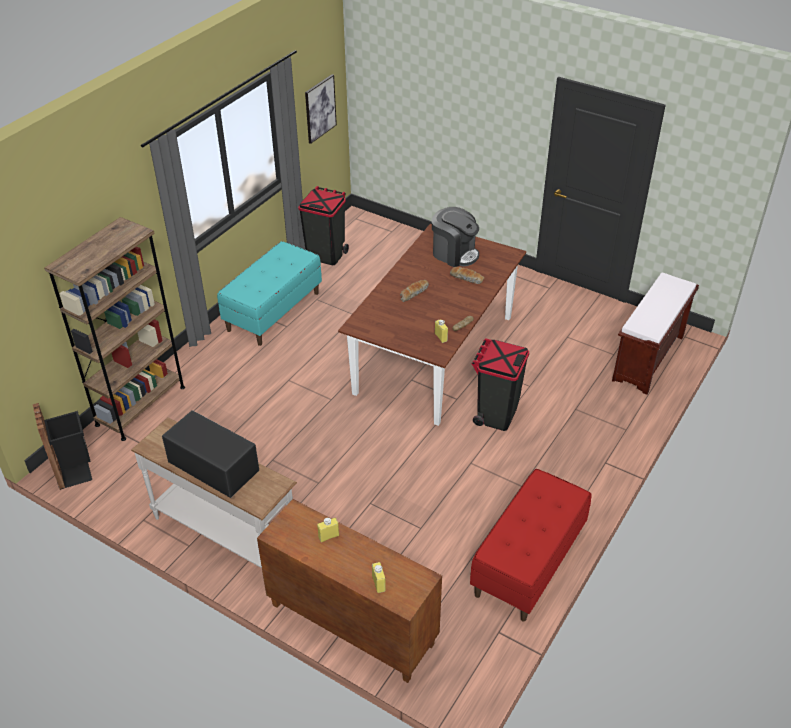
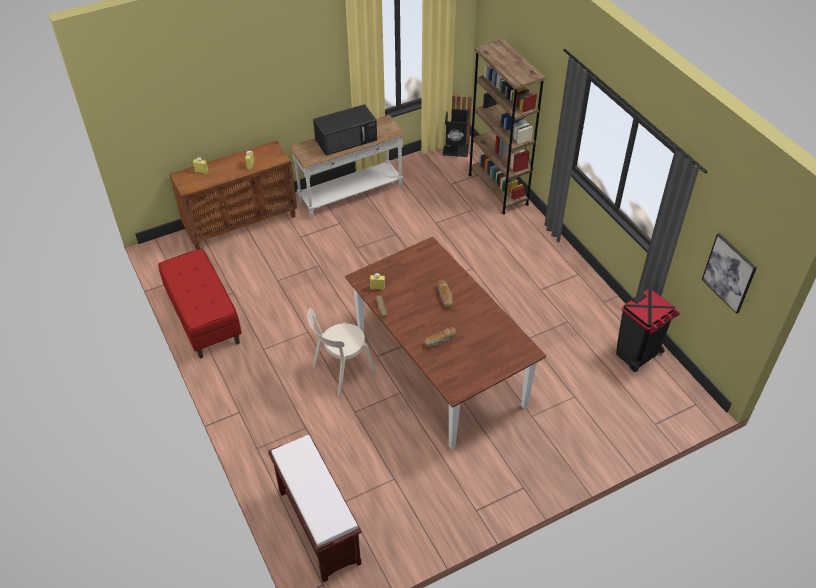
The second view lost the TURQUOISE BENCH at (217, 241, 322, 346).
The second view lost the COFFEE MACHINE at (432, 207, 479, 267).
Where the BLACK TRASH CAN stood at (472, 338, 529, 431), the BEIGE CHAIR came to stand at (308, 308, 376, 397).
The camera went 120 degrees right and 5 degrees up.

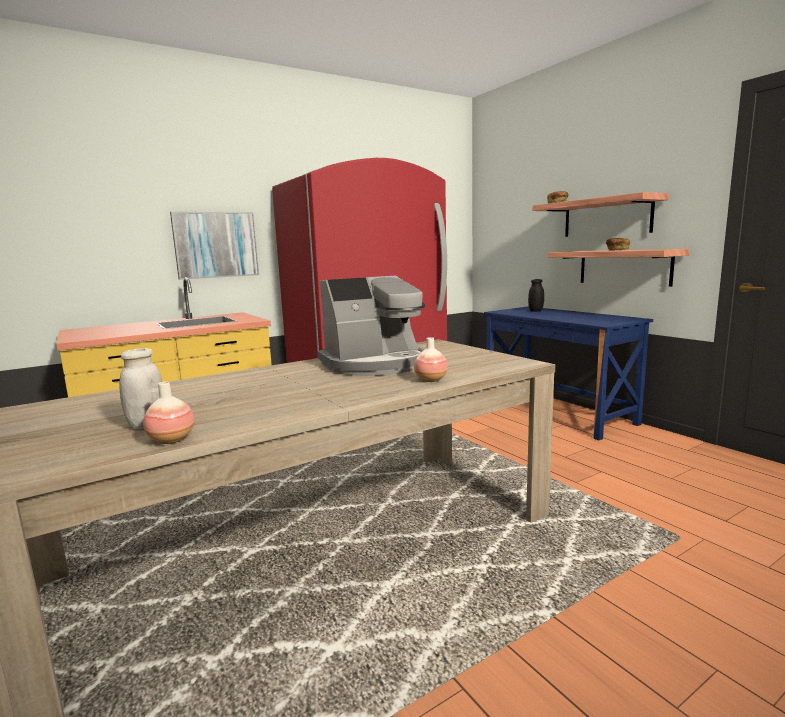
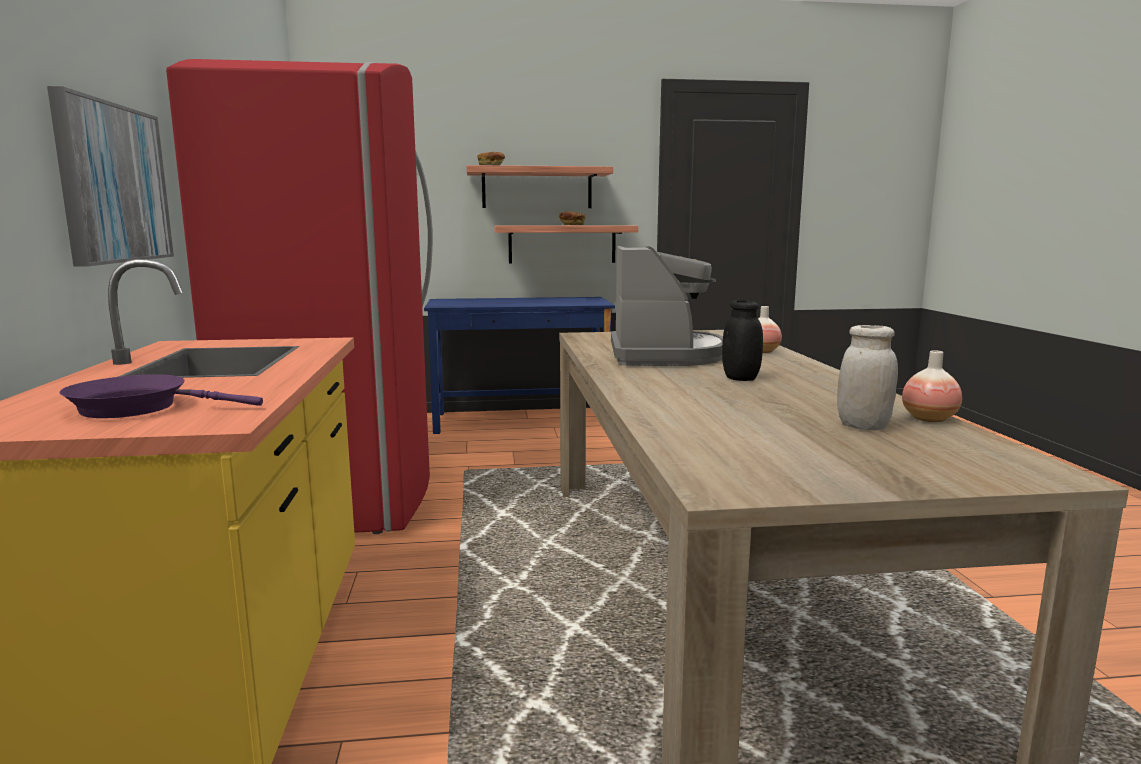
The second view gained the PURPLE FRYING PAN at (59, 374, 263, 418).
The BLACK JAR ended up elsewhere, having gone from (528, 279, 544, 312) to (722, 300, 763, 381).
The camera went 65 degrees left and 0 degrees up.

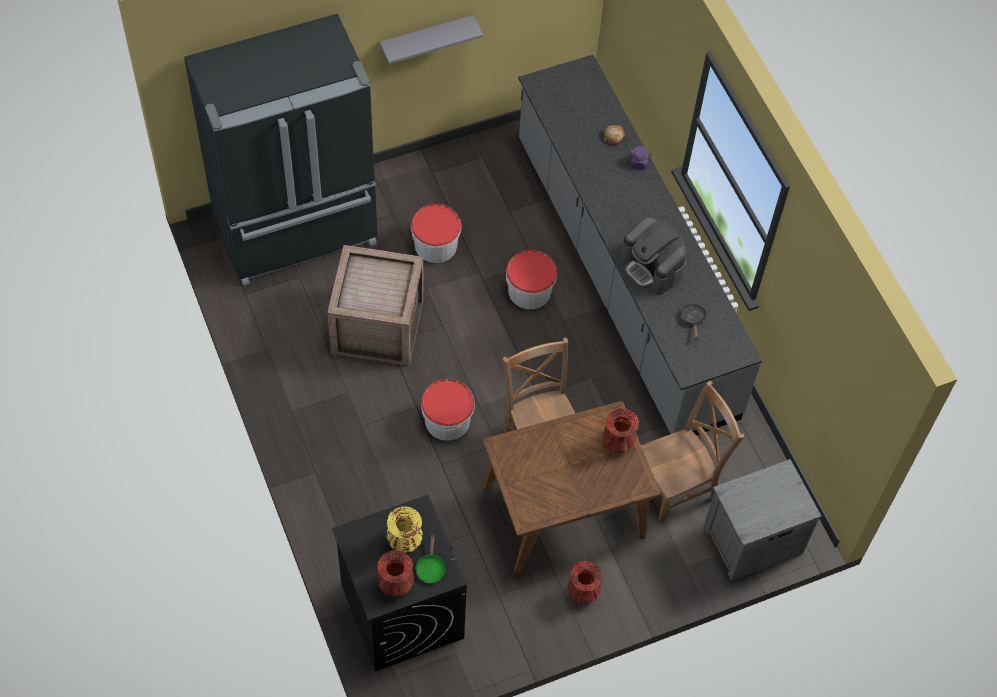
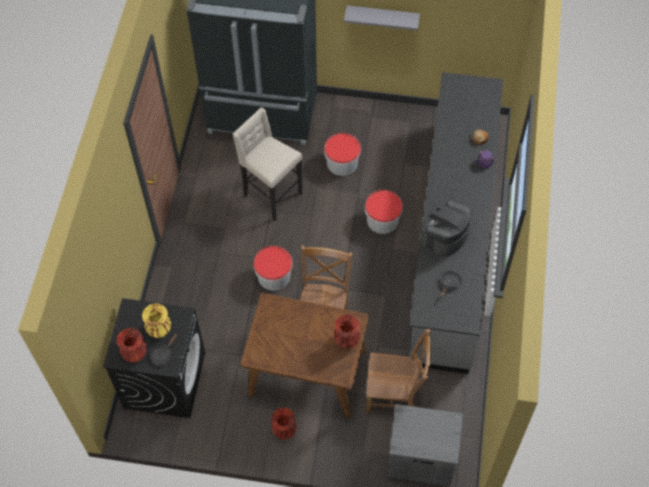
Where the CRATE stood at (327, 245, 423, 366), the BEIGE STOOL came to stand at (233, 107, 302, 221).
What was the GREEN FRYING PAN at (416, 533, 445, 583) turned into the BLACK FRYING PAN at (150, 334, 177, 366).
The COFFEE MACHINE at (620, 217, 687, 295) ended up facing another way, 45 degrees clockwise from before.
The camera went 35 degrees right and 0 degrees up.

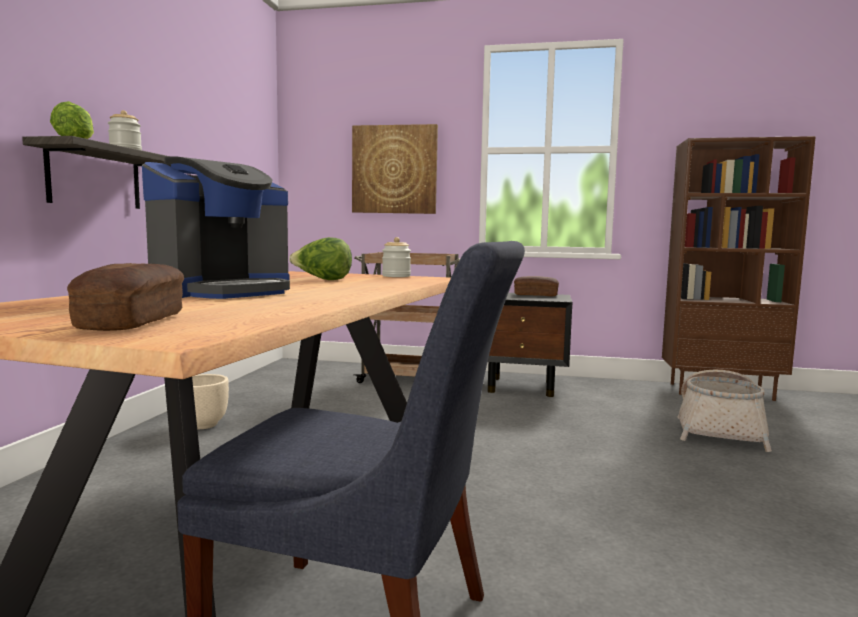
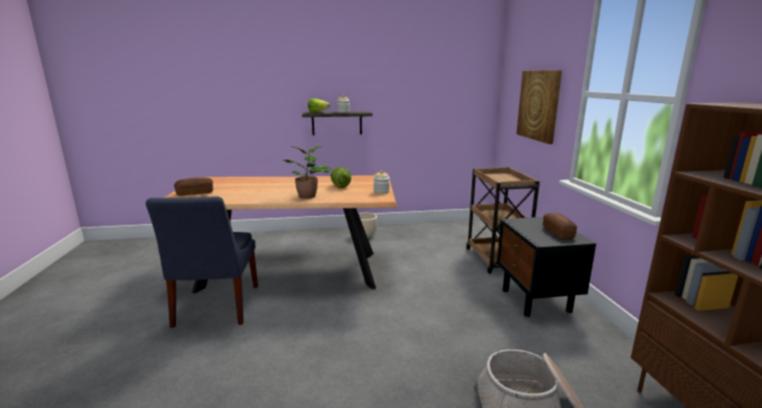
The second view lost the COFFEE MACHINE at (142, 156, 290, 299).
The second view gained the POTTED PLANT at (283, 146, 331, 199).
The camera went 70 degrees right and 10 degrees up.

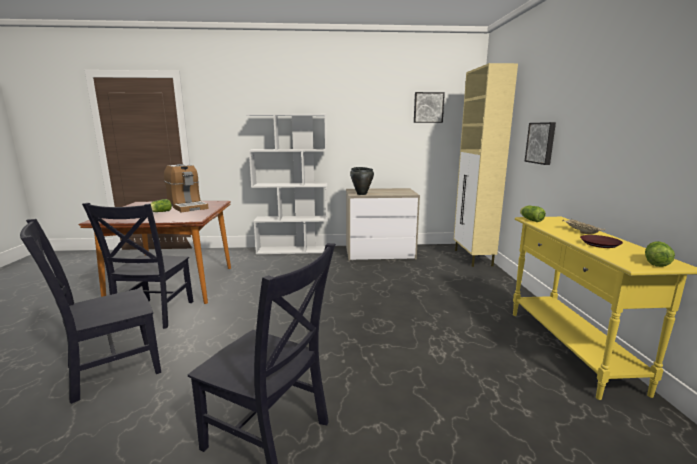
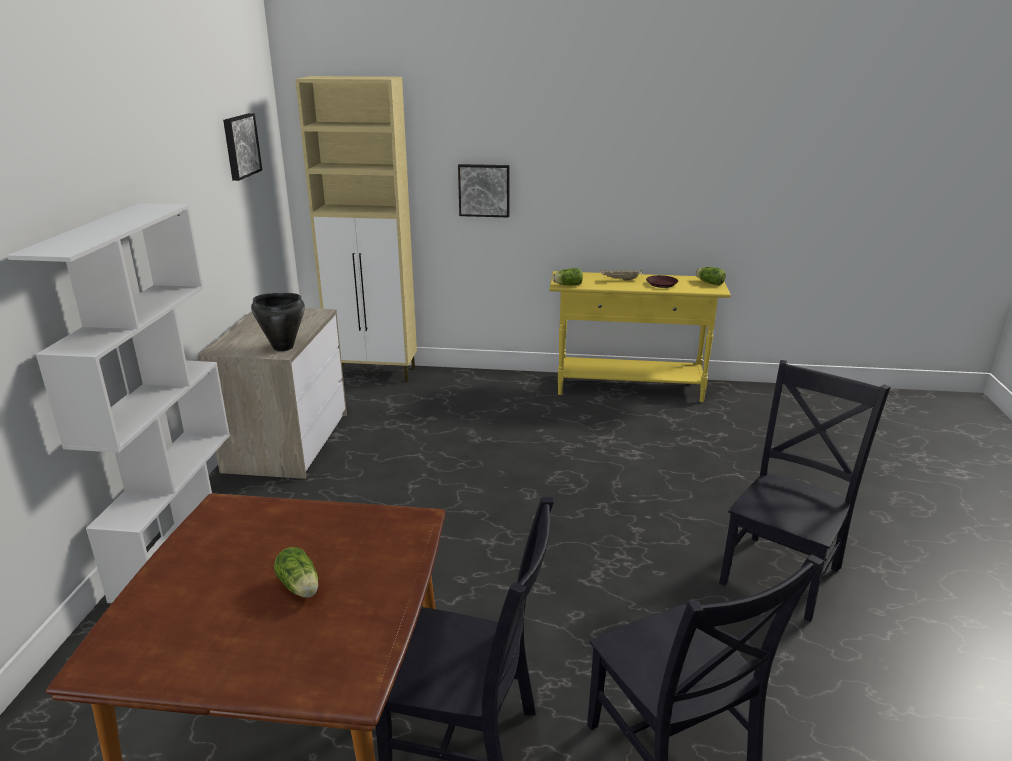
The second view lost the COFFEE MACHINE at (164, 164, 209, 212).
The camera went 80 degrees left and 10 degrees up.

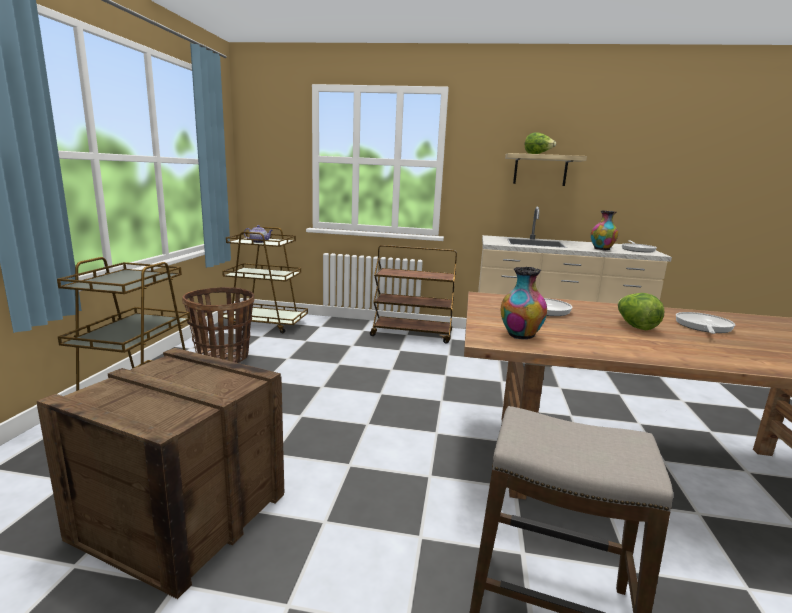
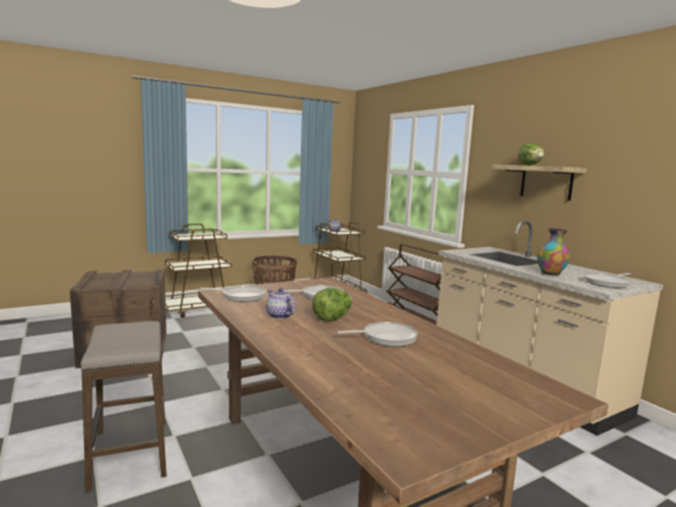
The second view gained the TEAPOT at (266, 288, 295, 319).
Where the VASE stood at (501, 267, 547, 340), the FRYING PAN came to stand at (200, 286, 266, 302).
The camera went 50 degrees right and 5 degrees down.

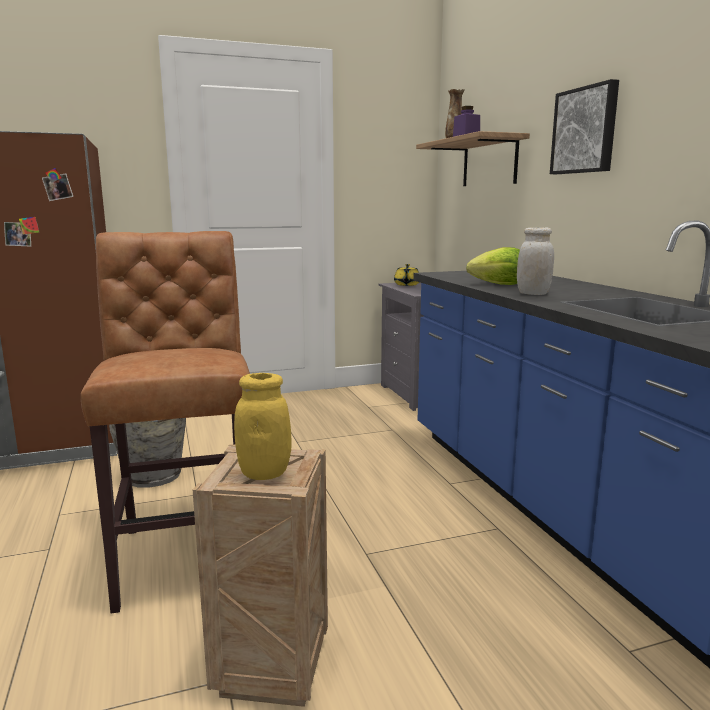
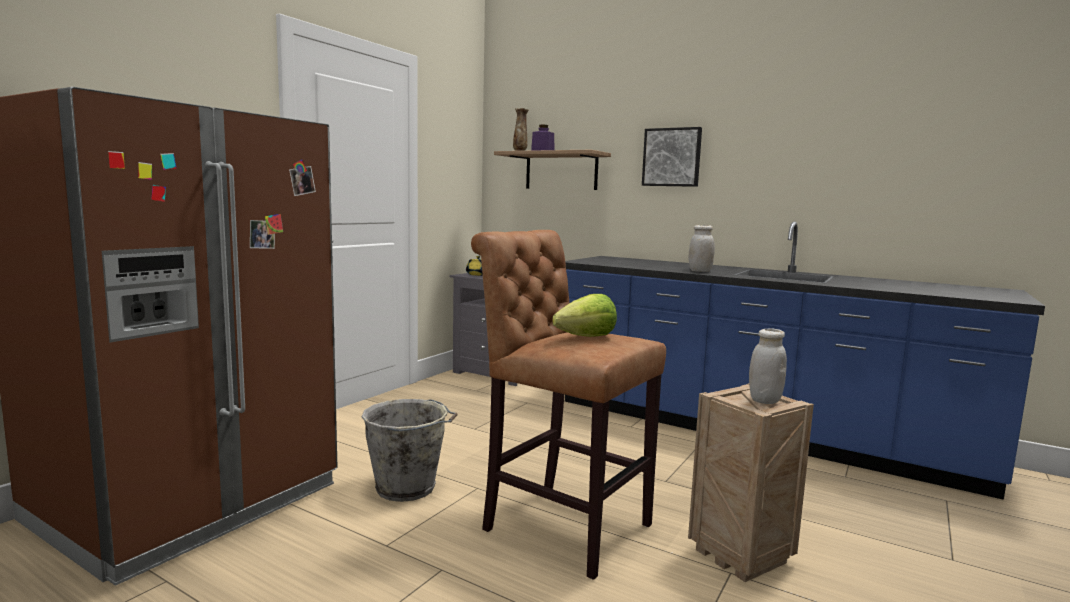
The LETTUCE ended up elsewhere, having gone from (466, 247, 520, 285) to (552, 294, 617, 337).
What was the YELLOW JAR at (234, 373, 292, 480) turned into the WHITE JAR at (749, 328, 787, 404).
The camera went 40 degrees left and 5 degrees down.

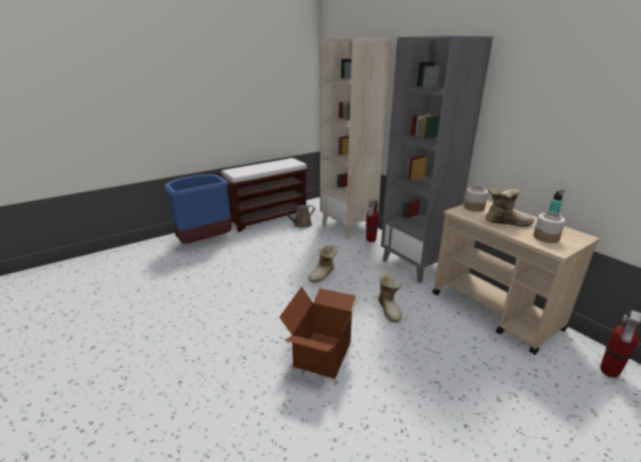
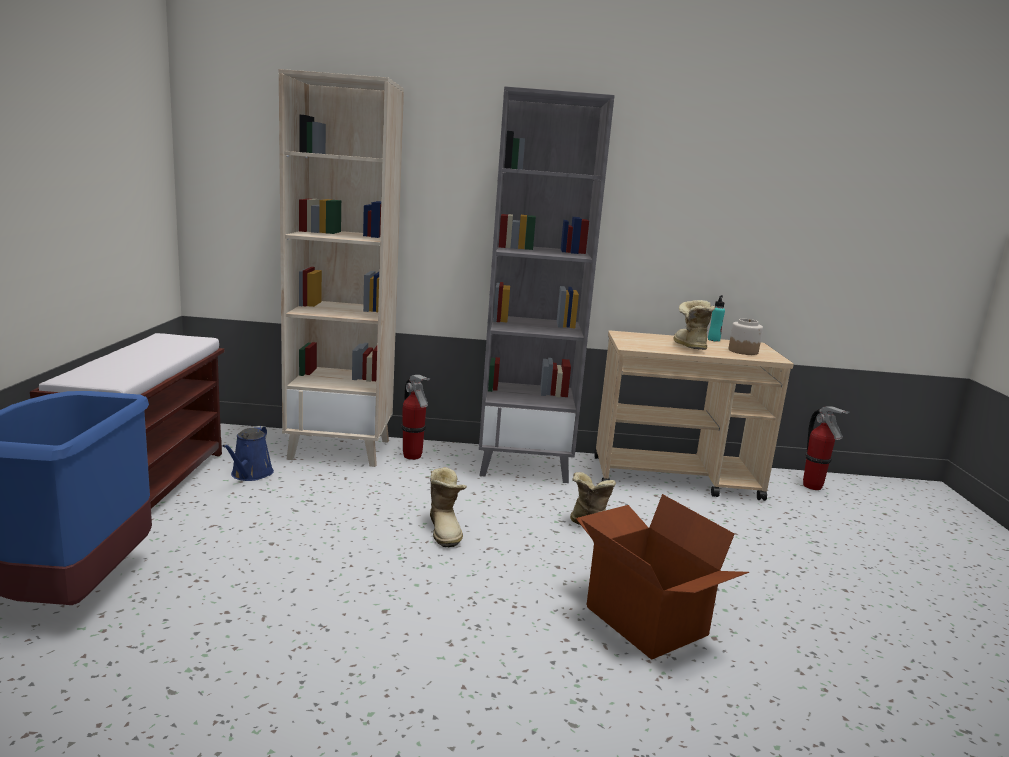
The second view lost the JAR at (464, 185, 488, 212).
What was the BROWN WATERING CAN at (279, 205, 315, 228) turned into the BLUE WATERING CAN at (222, 426, 274, 481).
The BOOT at (485, 188, 534, 227) ended up facing another way, 45 degrees counterclockwise from before.
The camera went 55 degrees left and 10 degrees down.

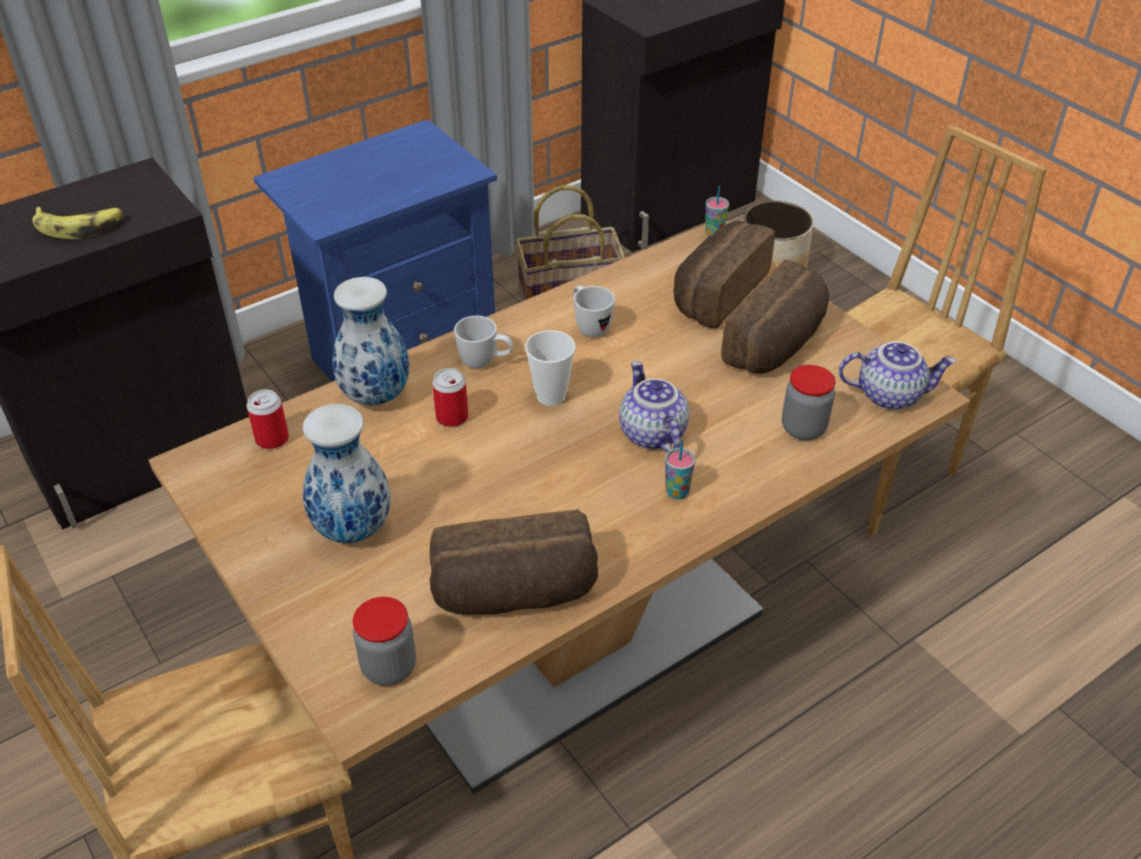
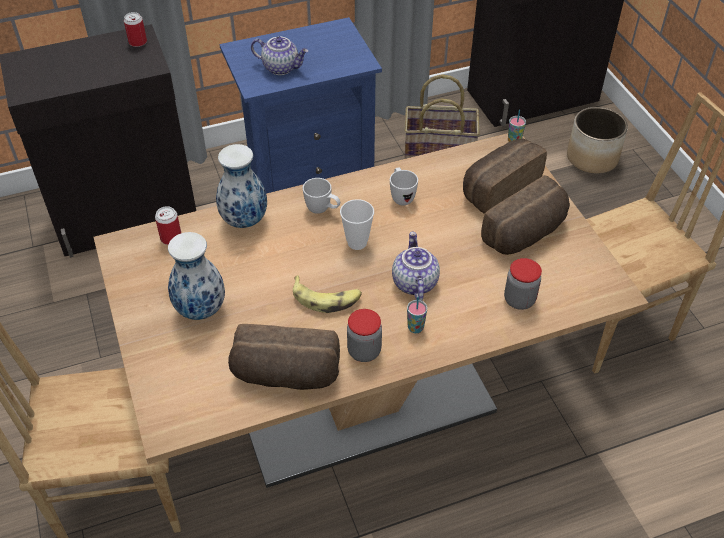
The BANANA ended up elsewhere, having gone from (32, 207, 122, 239) to (293, 275, 362, 313).
The JAR ended up elsewhere, having gone from (353, 597, 416, 686) to (347, 309, 382, 362).
The CAN ended up elsewhere, having gone from (432, 368, 468, 427) to (124, 12, 147, 47).
The TEAPOT ended up elsewhere, having gone from (839, 341, 957, 410) to (251, 37, 309, 75).
The camera went 15 degrees right and 5 degrees up.

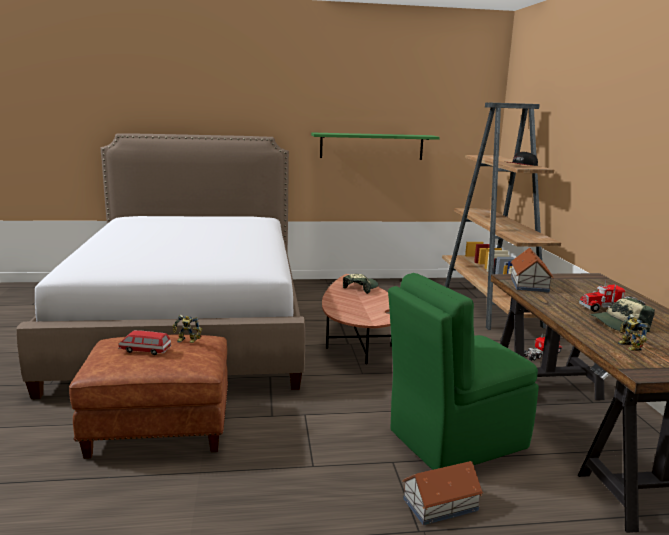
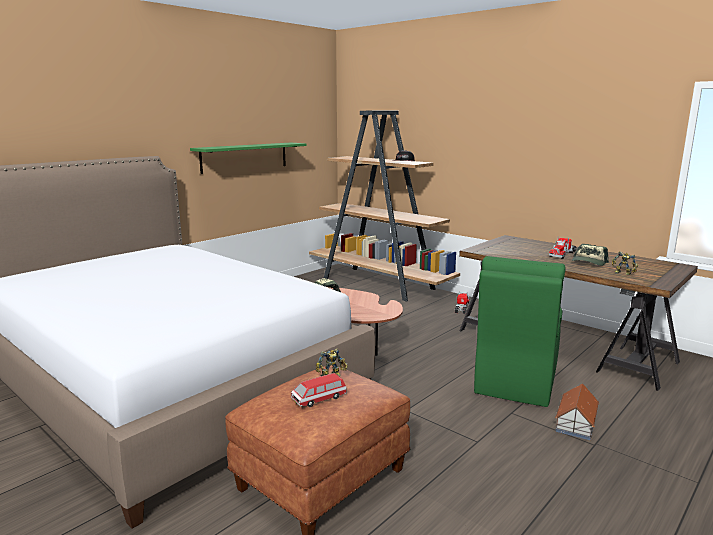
The second view lost the TOY HOUSE at (511, 248, 553, 293).
The camera went 40 degrees left and 0 degrees up.

